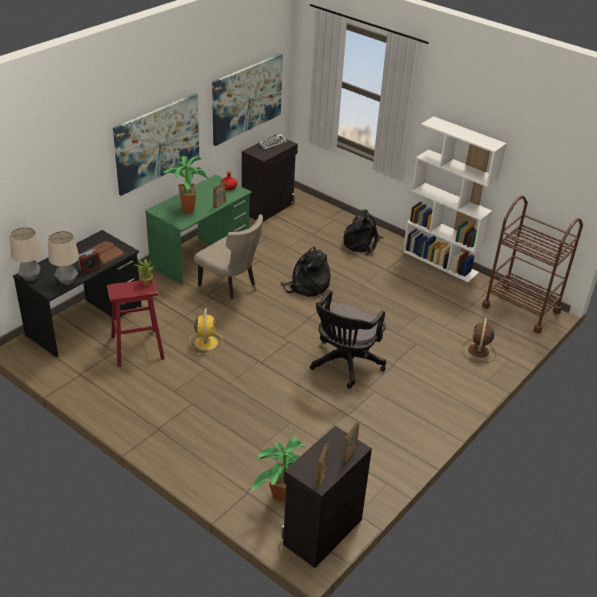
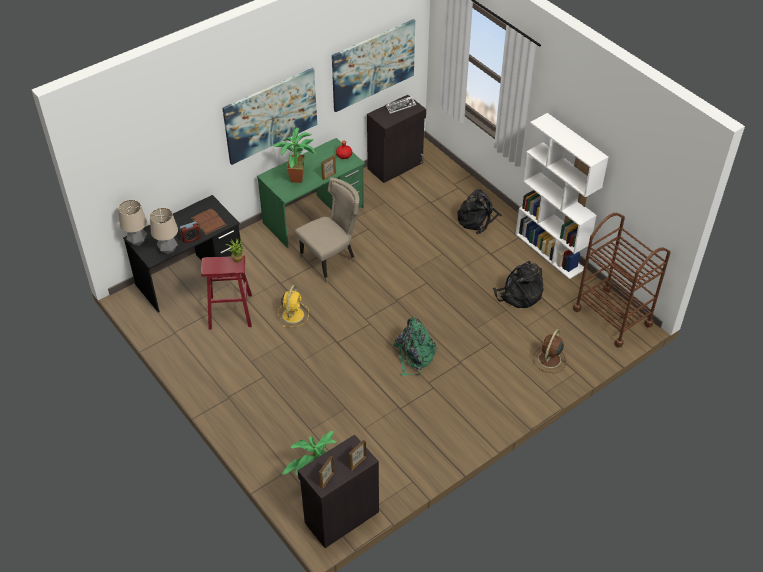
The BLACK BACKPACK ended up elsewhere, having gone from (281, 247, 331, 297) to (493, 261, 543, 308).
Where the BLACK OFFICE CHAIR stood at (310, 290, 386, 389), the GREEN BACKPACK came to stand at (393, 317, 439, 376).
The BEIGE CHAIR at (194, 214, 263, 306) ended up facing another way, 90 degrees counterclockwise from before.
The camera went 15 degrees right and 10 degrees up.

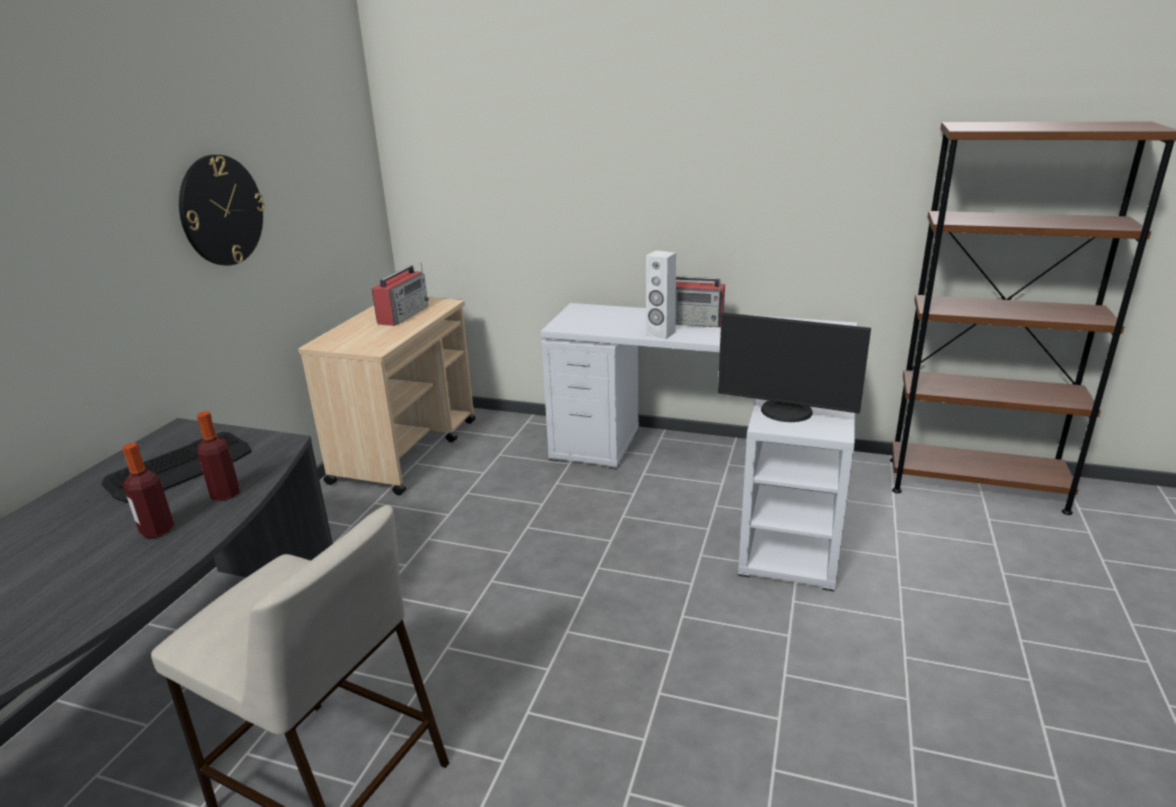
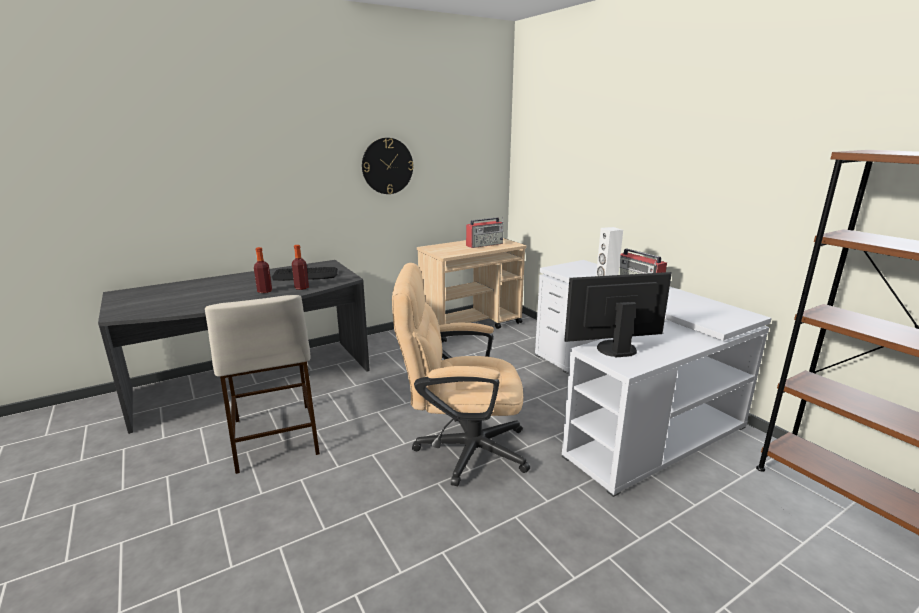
The second view gained the BEIGE OFFICE CHAIR at (392, 263, 530, 486).
The MONITOR at (718, 312, 871, 422) ended up facing another way, 105 degrees clockwise from before.
The camera went 40 degrees right and 5 degrees down.

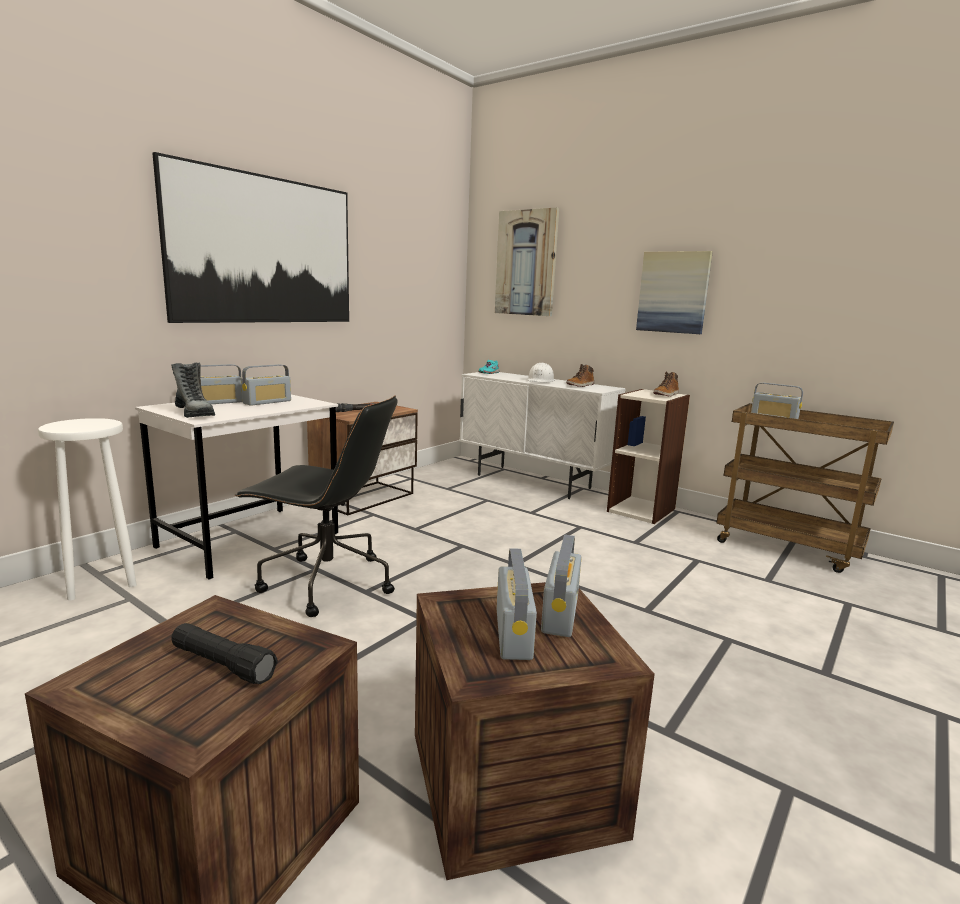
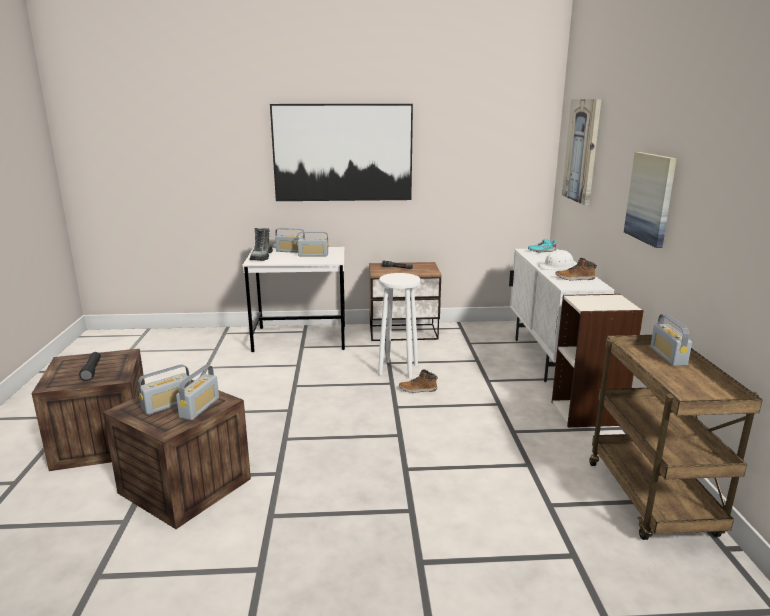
The second view lost the BLACK OFFICE CHAIR at (235, 396, 398, 617).
The WHITE STOOL ended up elsewhere, having gone from (38, 418, 137, 600) to (378, 273, 420, 378).
The BOOT ended up elsewhere, having gone from (653, 371, 679, 397) to (399, 370, 438, 393).
The RADIO at (541, 535, 581, 637) ended up facing another way, 45 degrees counterclockwise from before.
The camera went 50 degrees right and 5 degrees up.

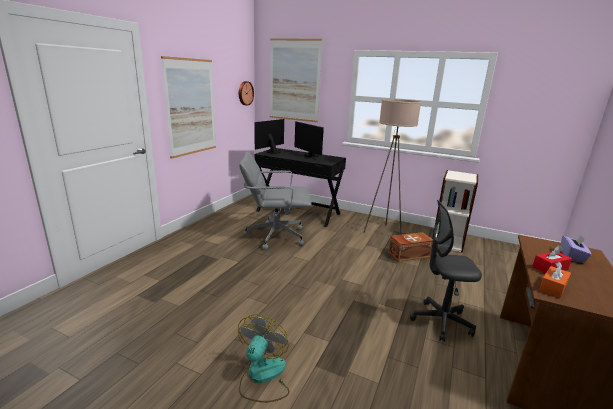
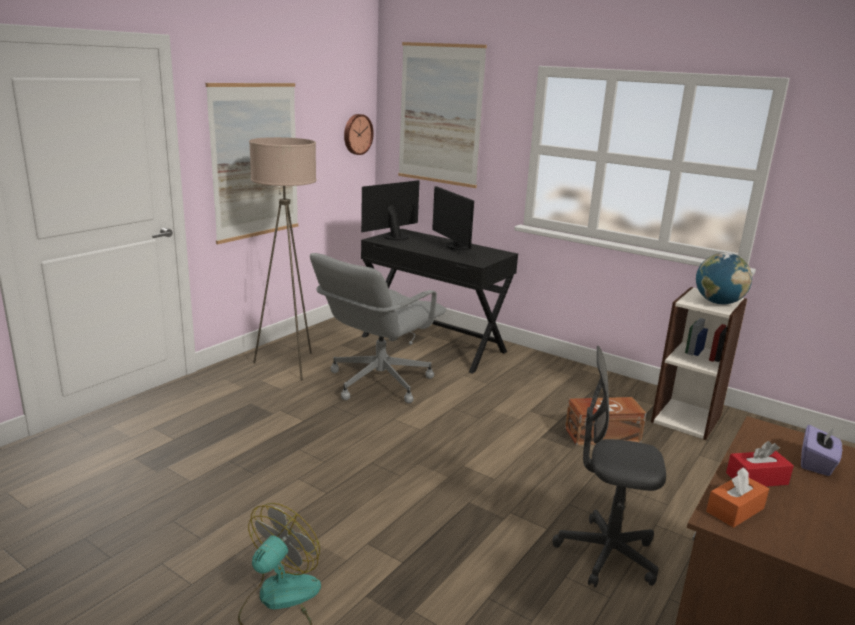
The second view gained the GLOBE at (696, 253, 752, 305).
The BEIGE FLOOR LAMP ended up elsewhere, having gone from (363, 99, 421, 235) to (249, 137, 317, 380).
The GREY OFFICE CHAIR at (239, 152, 312, 250) ended up facing another way, 60 degrees counterclockwise from before.
The camera went 10 degrees right and 0 degrees up.

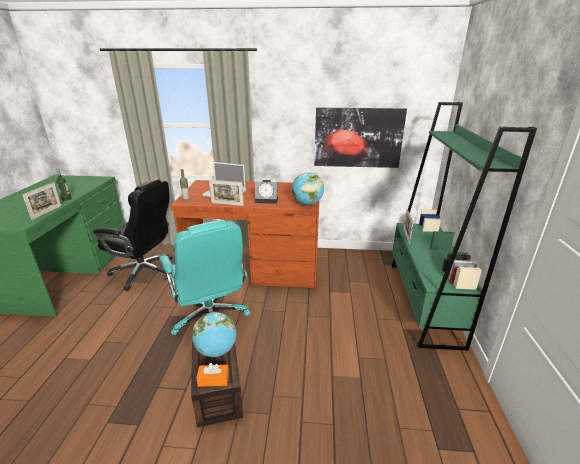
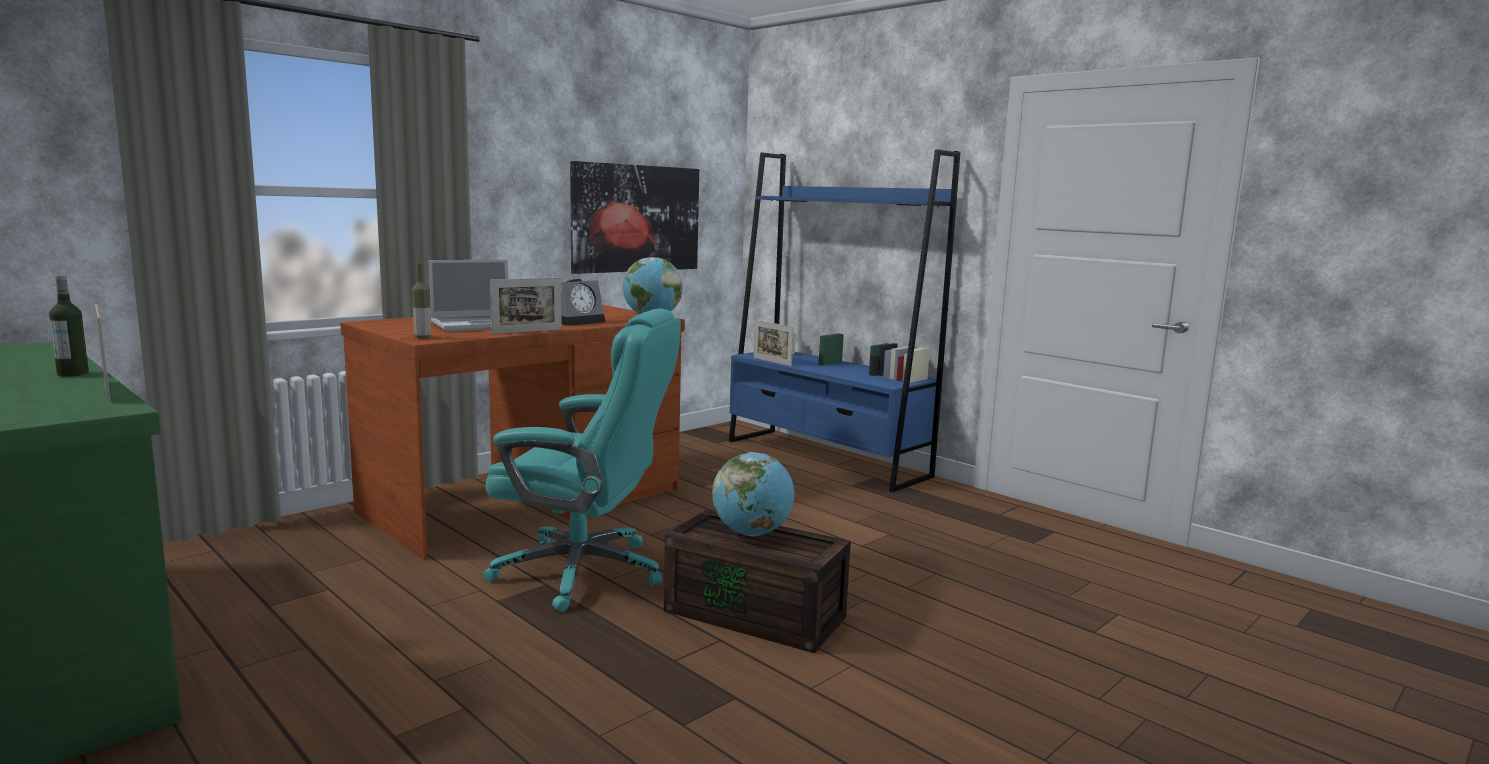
The second view lost the BLACK OFFICE CHAIR at (93, 179, 173, 291).
The second view lost the ORANGE TISSUE BOX at (196, 363, 229, 387).
What was the GREEN BOOKCASE at (392, 102, 537, 351) turned into the BLUE BOOKCASE at (729, 149, 960, 492).
The camera went 50 degrees left and 15 degrees down.

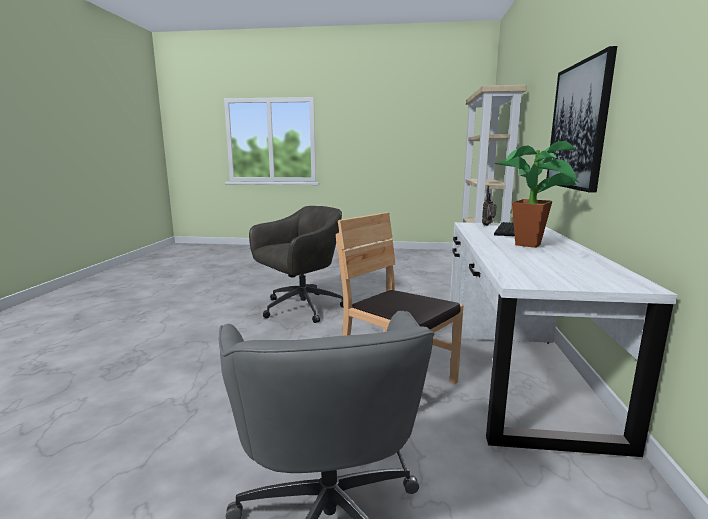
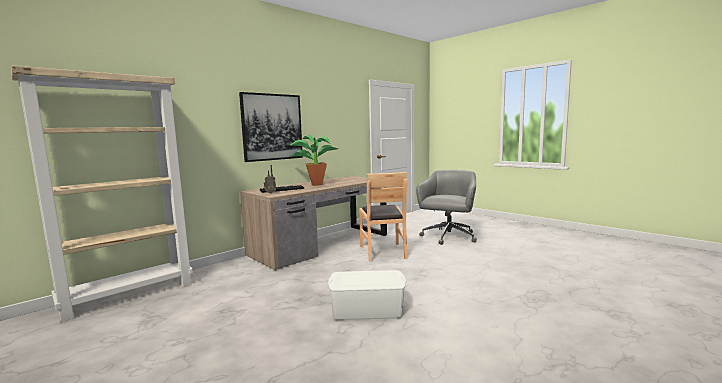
Where the GREY OFFICE CHAIR stood at (249, 206, 343, 323), the WHITE STORAGE BOX came to stand at (328, 270, 406, 320).
What was the WHITE DESK at (450, 222, 677, 457) turned into the BROWN DESK at (240, 176, 387, 270).
The camera went 140 degrees left and 5 degrees down.

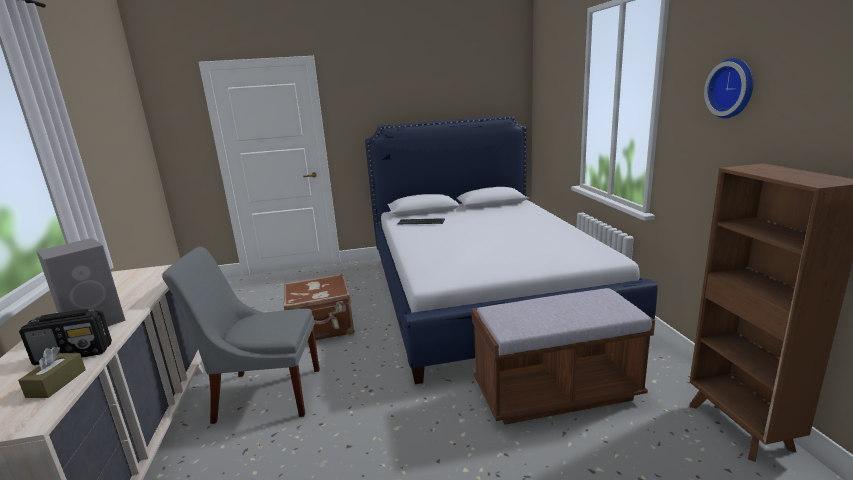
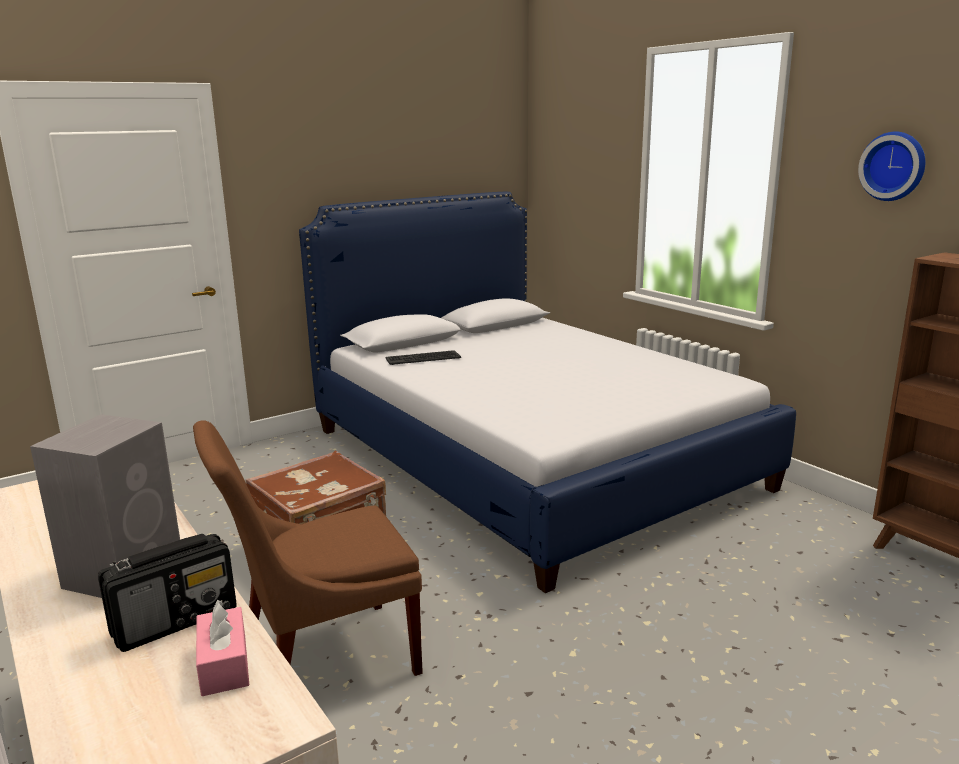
The second view lost the BROWN BENCH at (472, 288, 655, 425).
What was the BROWN TISSUE BOX at (18, 347, 86, 398) turned into the PINK TISSUE BOX at (196, 600, 249, 696).
What was the GREY CHAIR at (162, 247, 320, 424) turned into the BROWN CHAIR at (193, 420, 423, 676).
The camera went 25 degrees left and 0 degrees up.

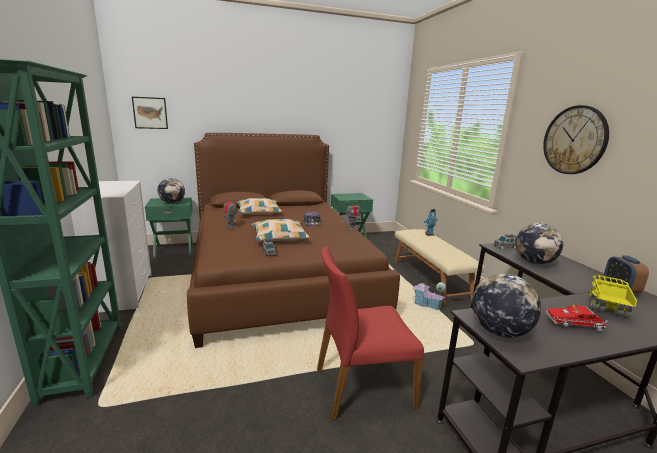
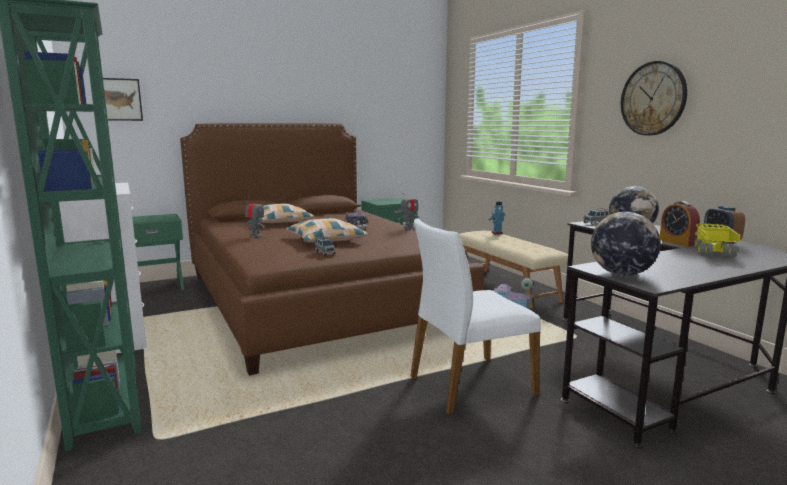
The second view lost the GLOBE at (158, 178, 185, 204).
The second view lost the TOY TRUCK at (546, 305, 608, 331).
The second view gained the ALARM CLOCK at (660, 201, 700, 247).
What was the RED CHAIR at (317, 246, 424, 420) turned into the WHITE CHAIR at (410, 219, 541, 415).
The camera went 10 degrees left and 5 degrees down.

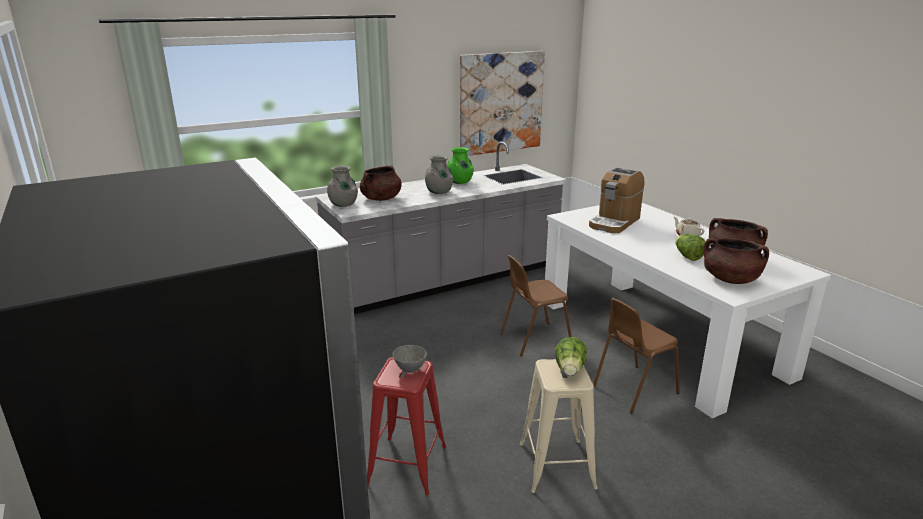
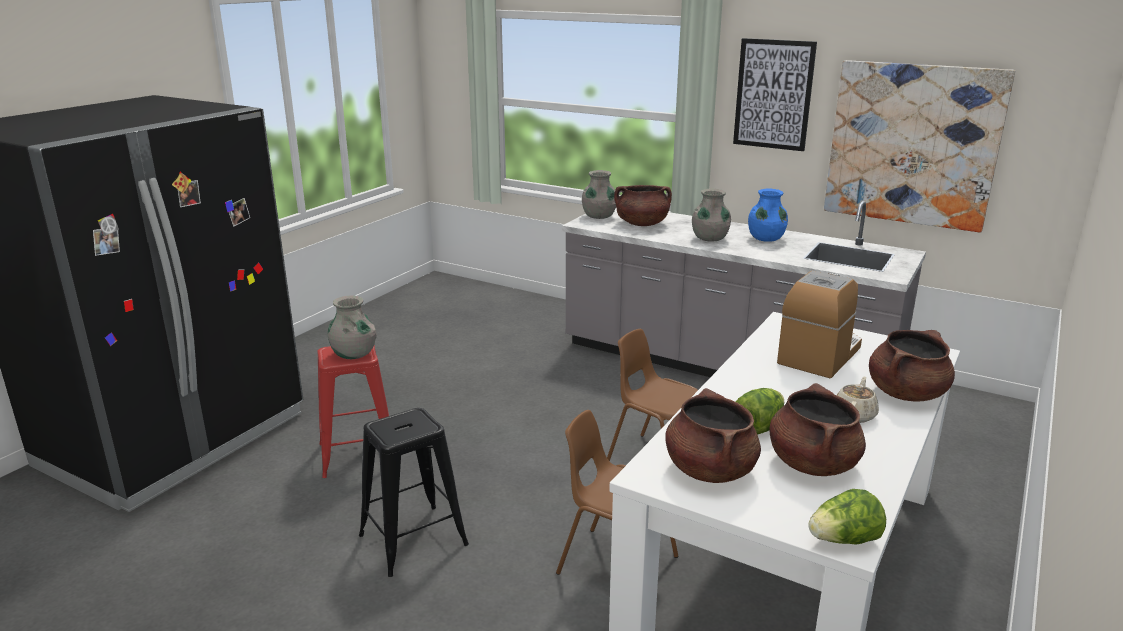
The second view gained the PICTURE at (733, 38, 817, 151).
The second view gained the BROWN COOKING POT at (869, 330, 955, 402).
The LETTUCE ended up elsewhere, having gone from (555, 337, 587, 376) to (808, 489, 886, 545).
Where the GREY BOWL stood at (393, 345, 427, 373), the GREY VASE came to stand at (328, 296, 377, 359).
What was the GREEN VASE at (447, 147, 474, 184) turned into the BLUE VASE at (748, 188, 788, 242).
What was the BEIGE STOOL at (520, 359, 598, 493) turned into the BLACK STOOL at (359, 408, 469, 577).
The COFFEE MACHINE at (589, 167, 645, 233) ended up facing another way, 120 degrees clockwise from before.
The camera went 60 degrees right and 0 degrees up.

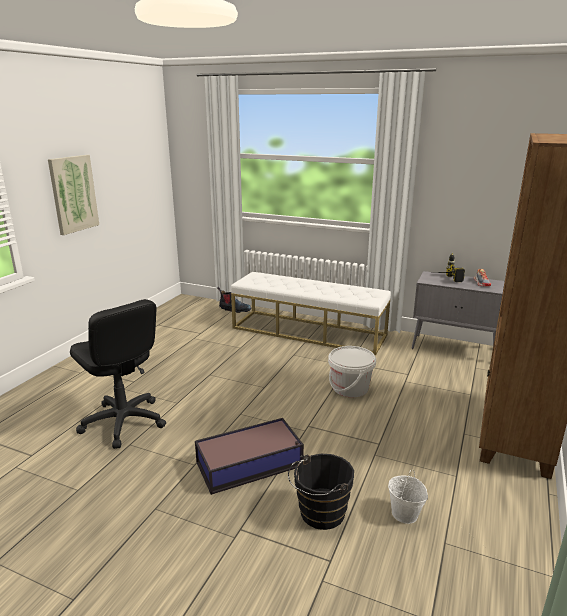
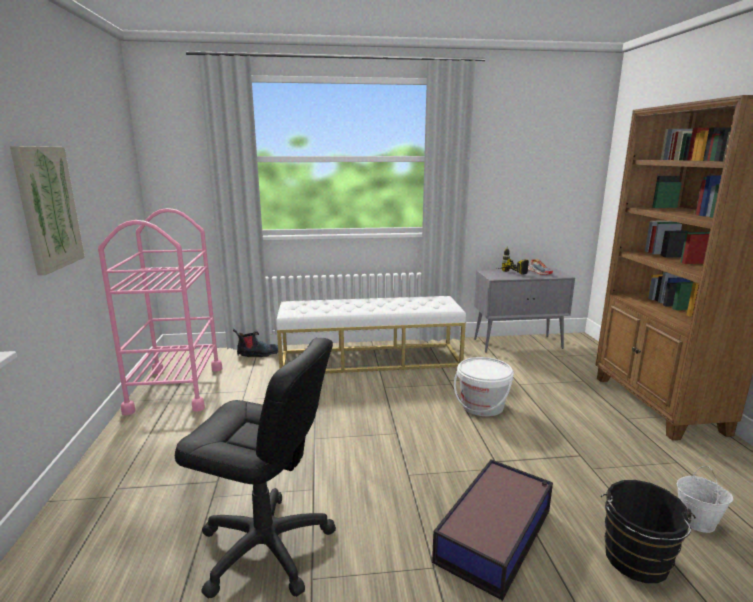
The second view gained the PINK CART at (98, 208, 222, 415).
The camera went 30 degrees left and 5 degrees down.

